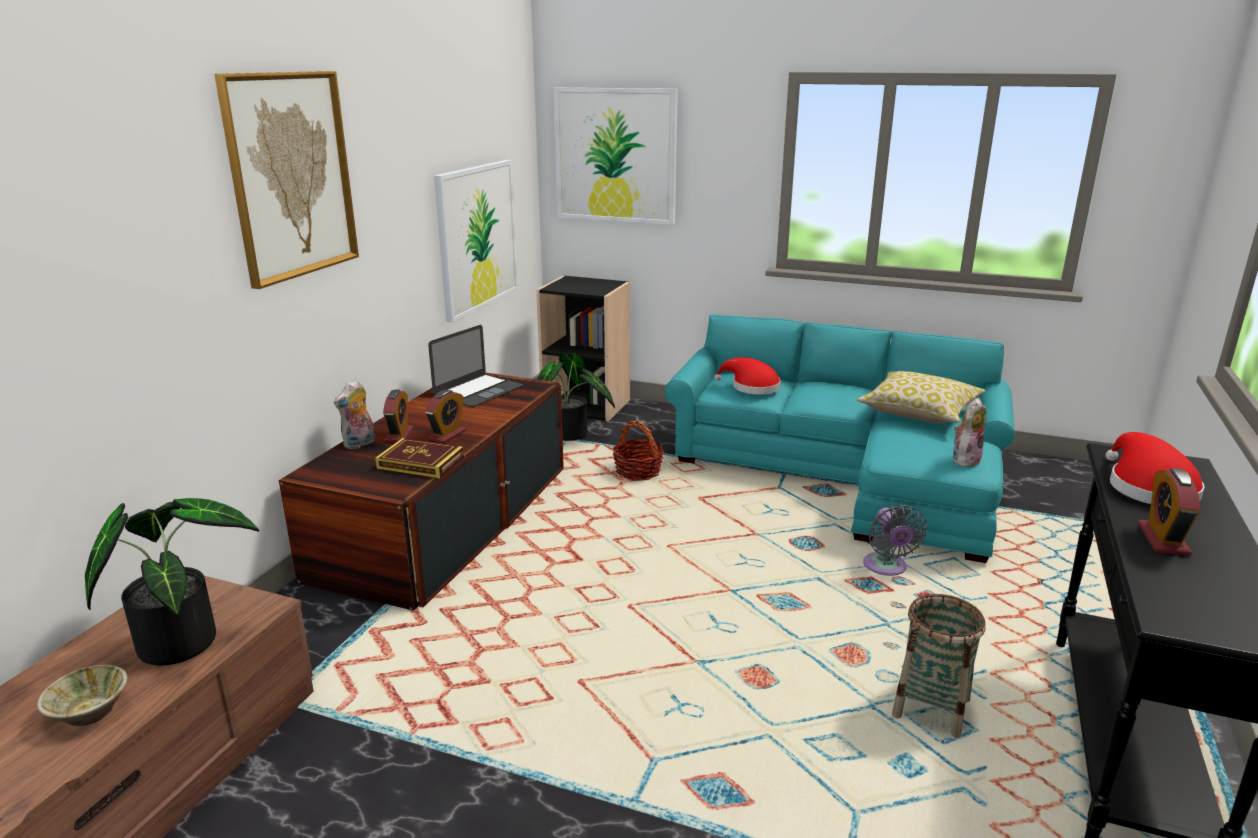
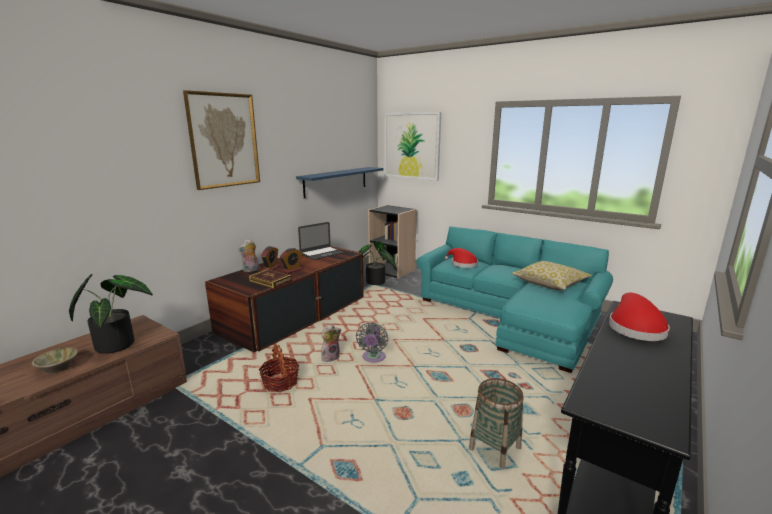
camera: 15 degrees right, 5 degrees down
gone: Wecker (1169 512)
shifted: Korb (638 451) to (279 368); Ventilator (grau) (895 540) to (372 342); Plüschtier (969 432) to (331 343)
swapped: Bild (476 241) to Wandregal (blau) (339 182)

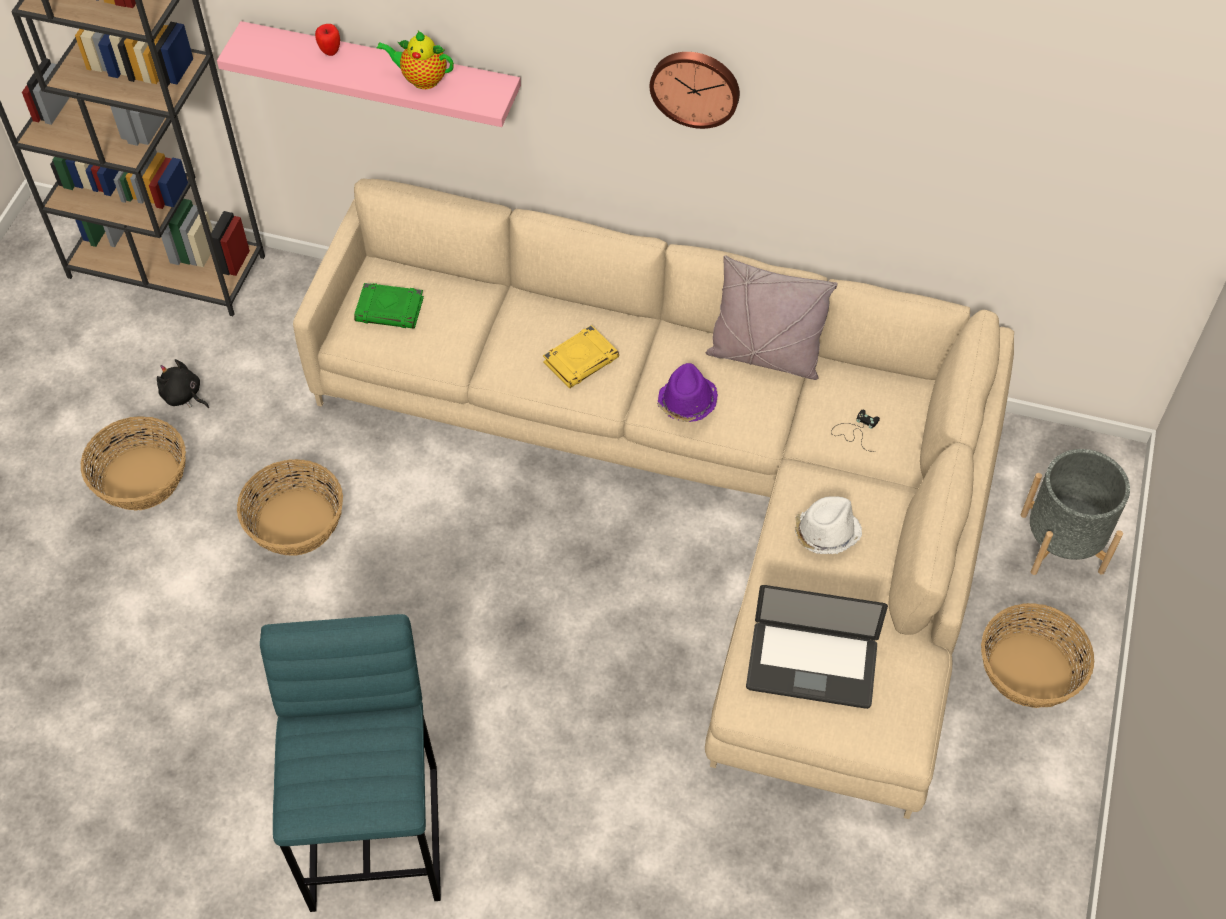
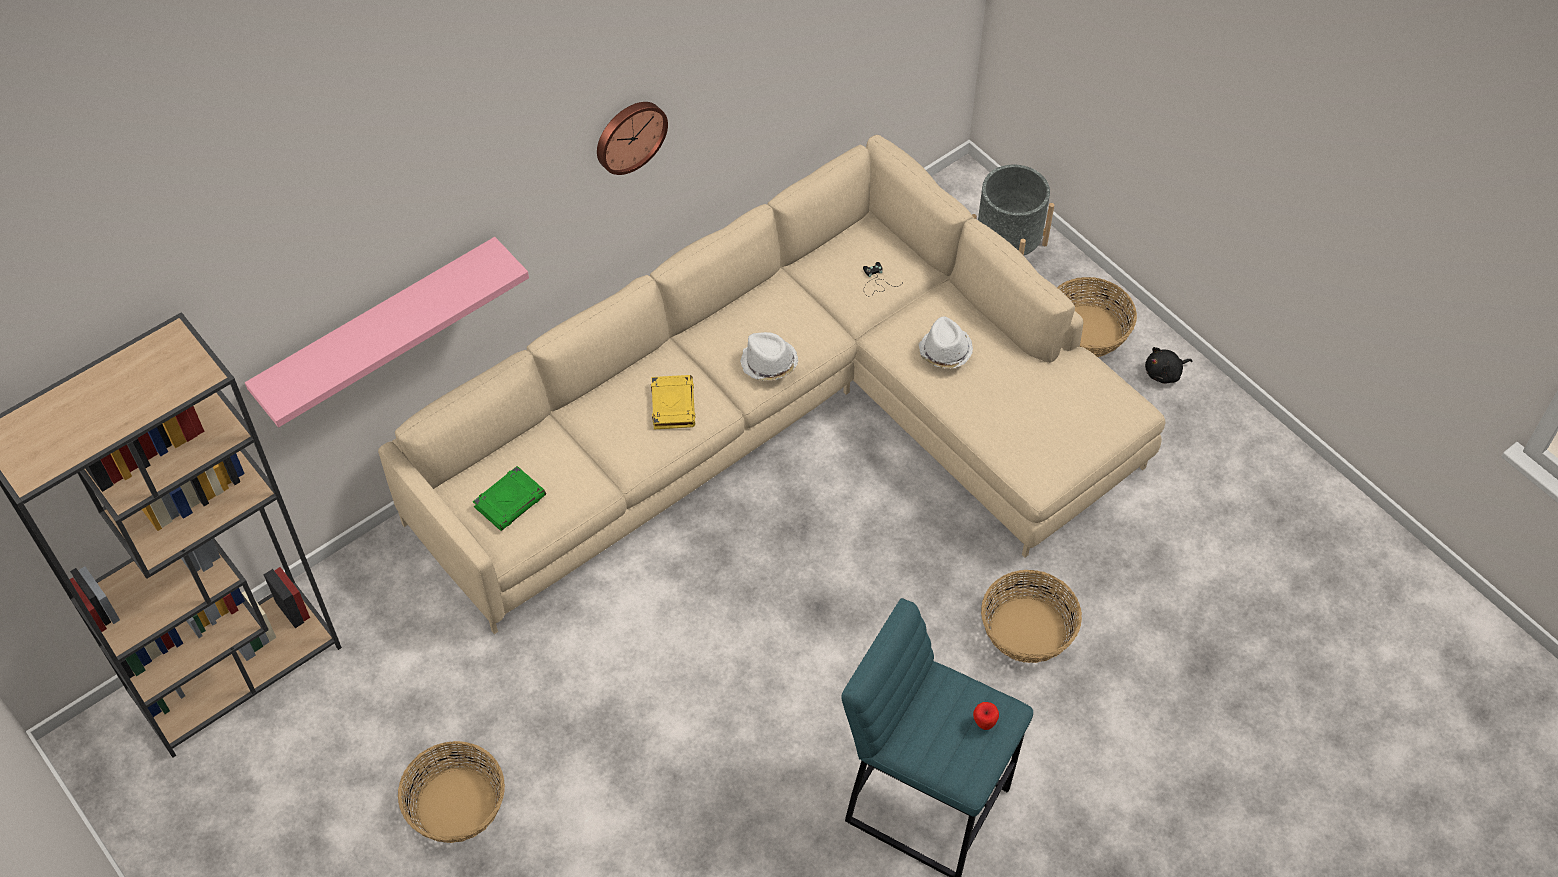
camera: 55 degrees left, 0 degrees up
gone: Teekanne (415 60); Kissen (lila) (772 317); Laptop (817 647)
shifted: Plüschtier (schwarz) (183 383) to (1168 365); Korb (290 507) to (1031 616); Apfel (327 40) to (986 716)
repainted: Hut (lila) (687 392) to Hut (weiß) (769 356)

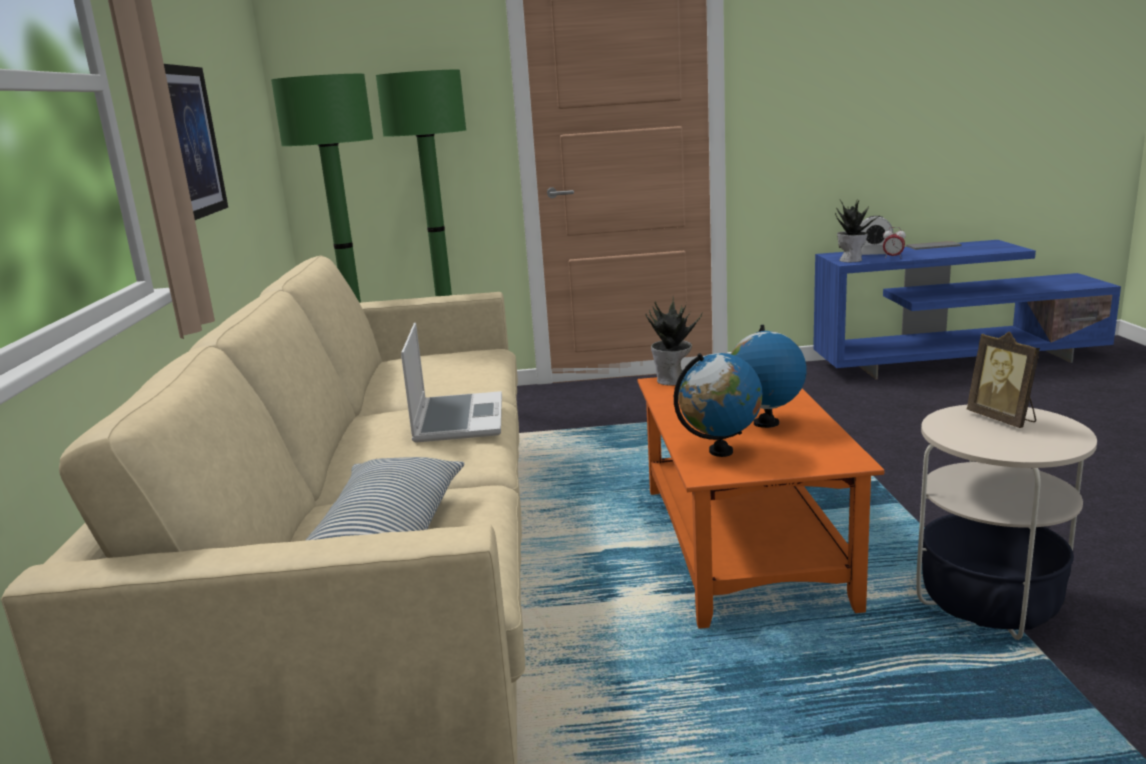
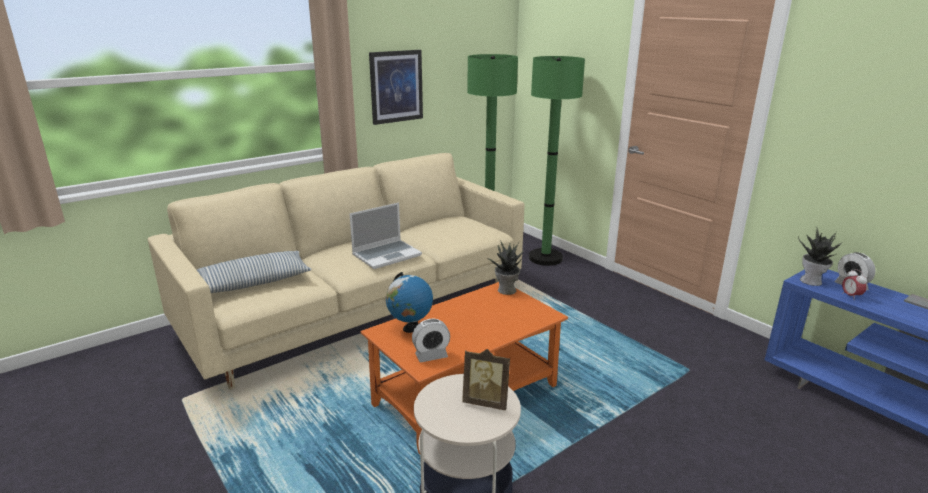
camera: 55 degrees right, 5 degrees up
gone: Globus (768 376)
new: Wecker (431 340)
rotated: Bilderrahmen (1003 379) = (486 379) 105 degrees counterclockwise

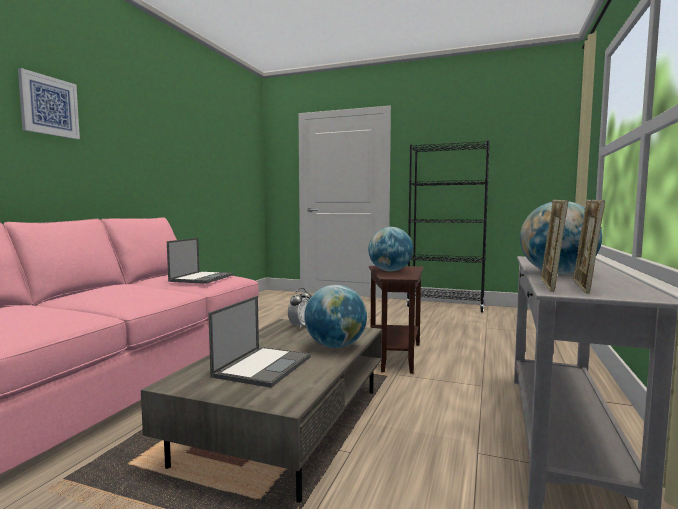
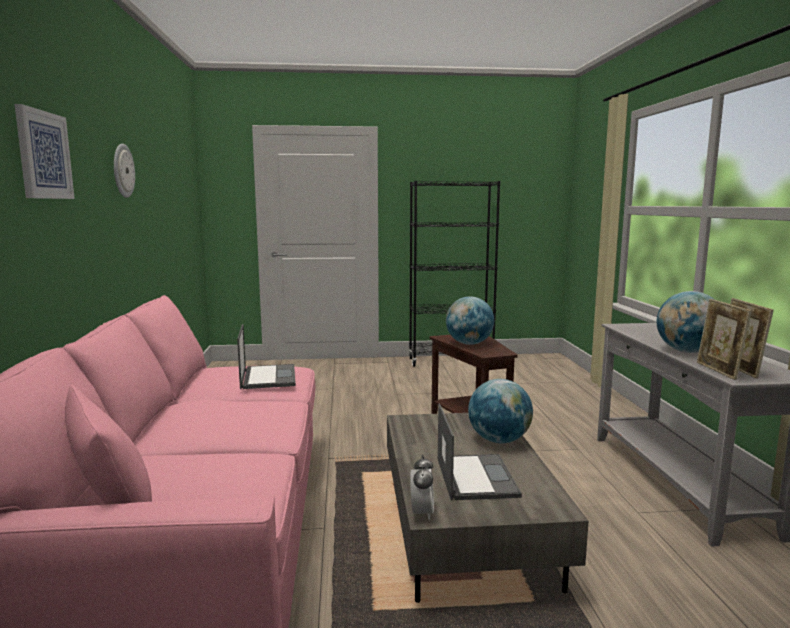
camera: 25 degrees left, 5 degrees up
new: Wanduhr (124 171)
shifted: Wecker (300 308) to (422 487)

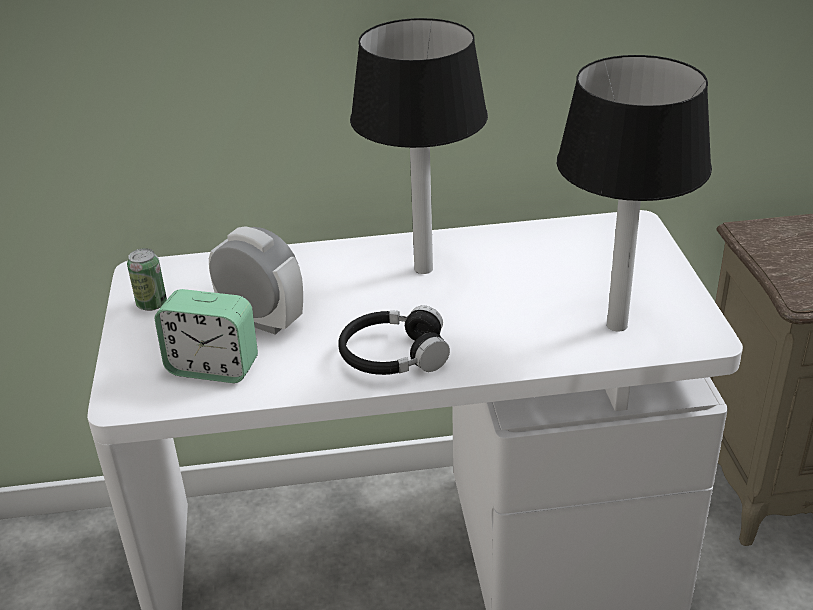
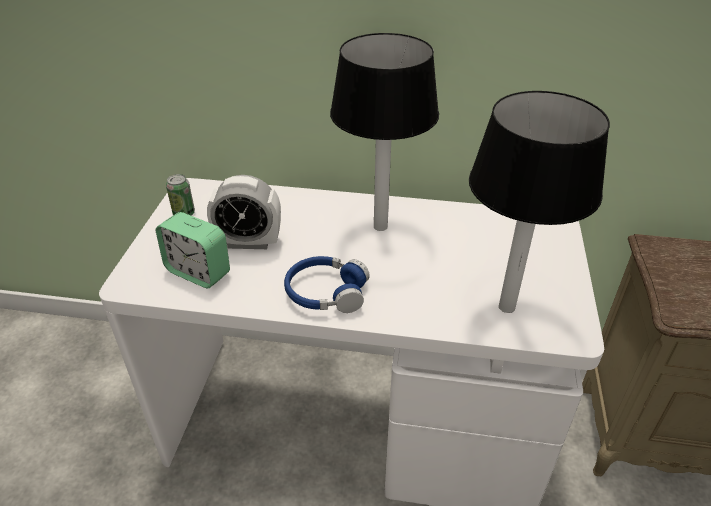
camera: 15 degrees right, 5 degrees up
repainted: Kopfhörer (schwarz) (394 340) to Kopfhörer (blau) (327 284)
rotated: Wecker (256 280) = (244 212) 135 degrees clockwise

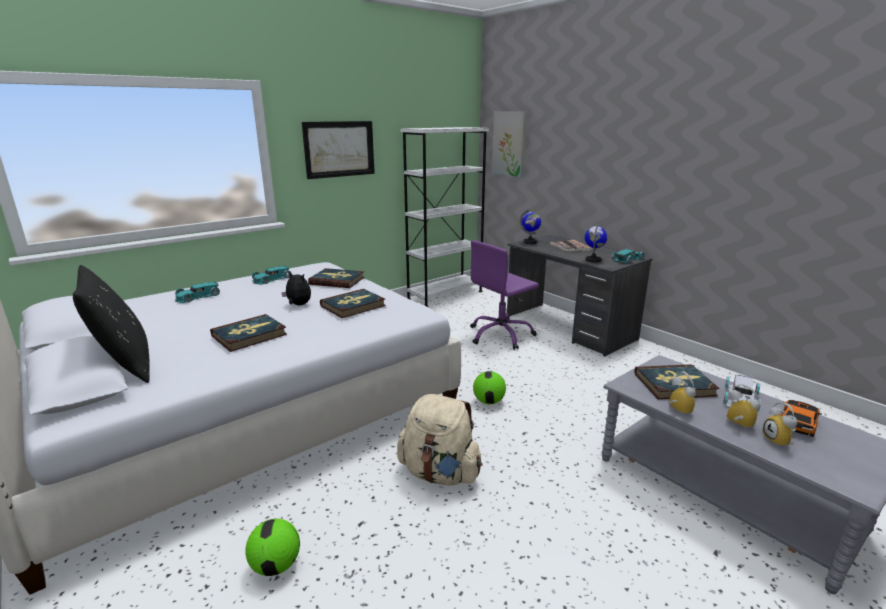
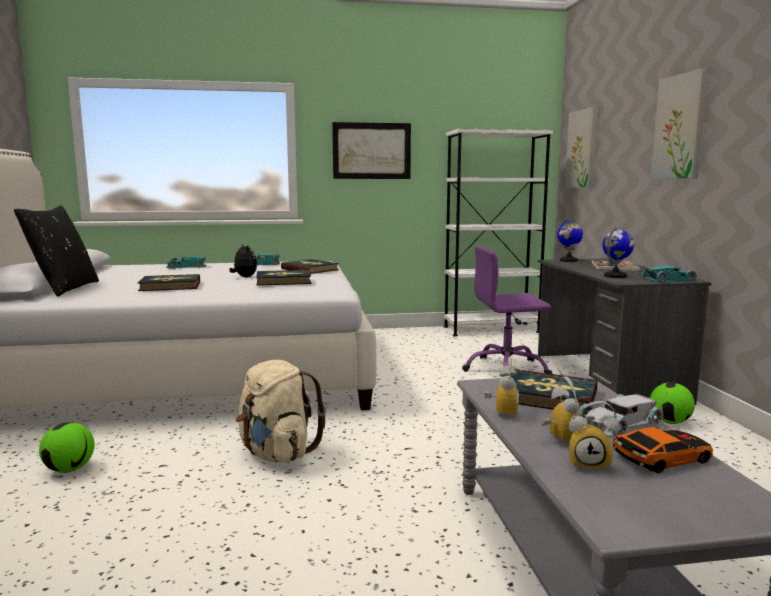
camera: 30 degrees right, 10 degrees down
new: Bild (680 123)
shifted: Fußball (489 387) to (672 403)
rotated: Wecker (779 424) = (594 436) 105 degrees counterclockwise

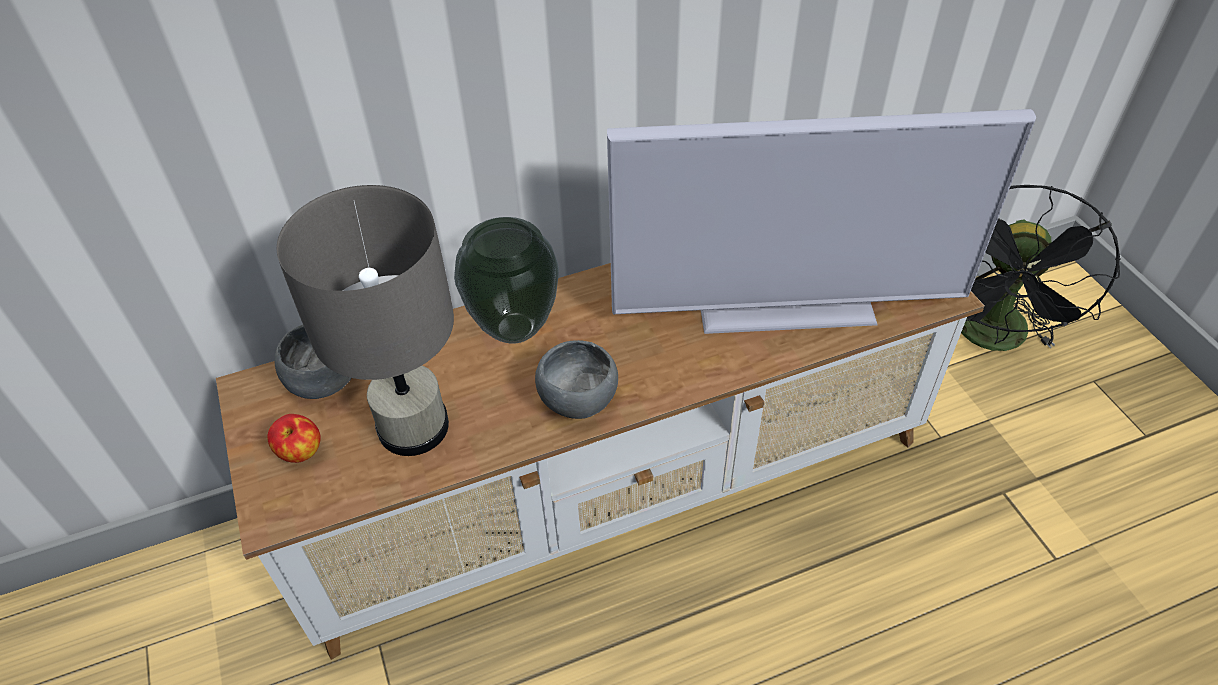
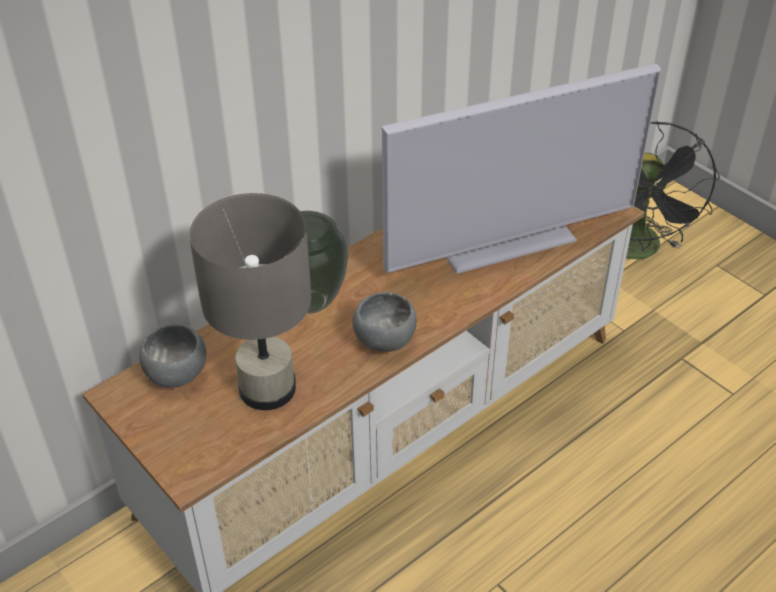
camera: 20 degrees left, 5 degrees down
gone: Apfel (294 438)

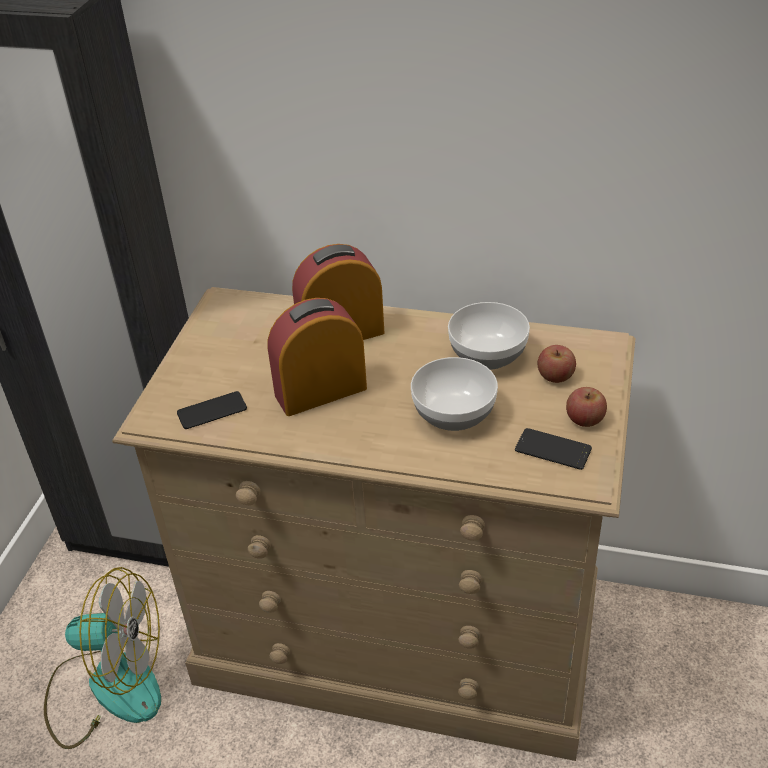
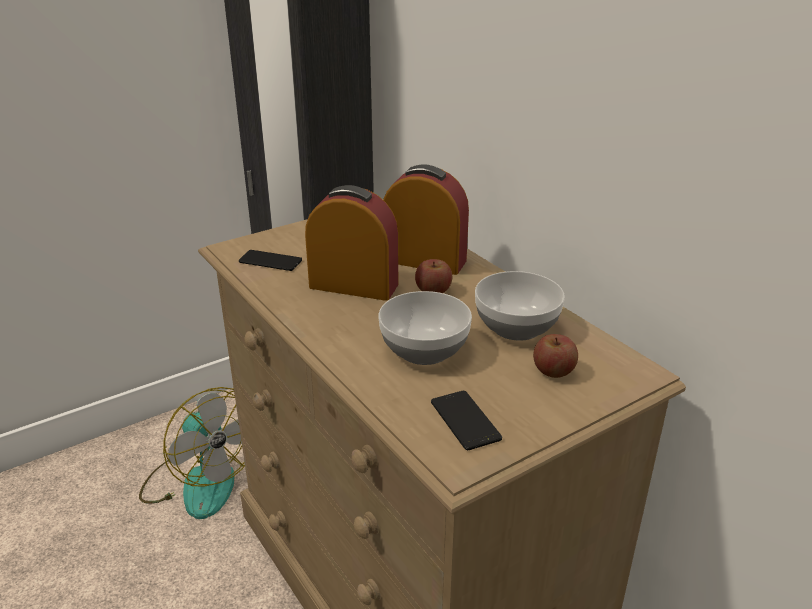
camera: 40 degrees right, 10 degrees down
shifted: Apfel (586 407) to (433 276)

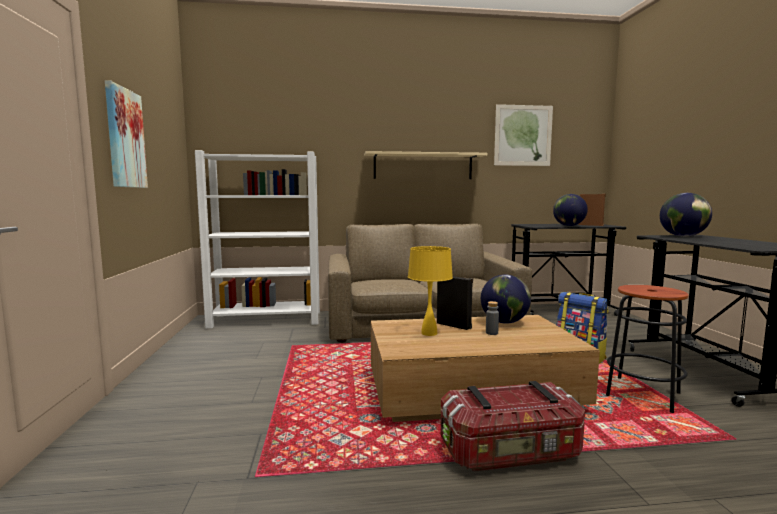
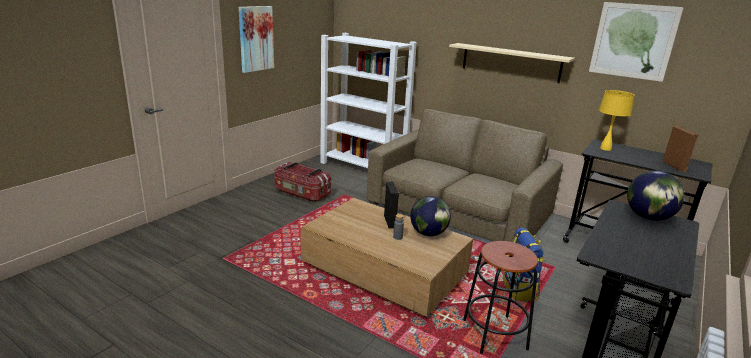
camera: 40 degrees right, 15 degrees up
gone: Globus (570 210)
shifted: Tischlampe (gelb) (430 291) to (617 120); Aufbewahrungsbox (513 426) to (302 182)

